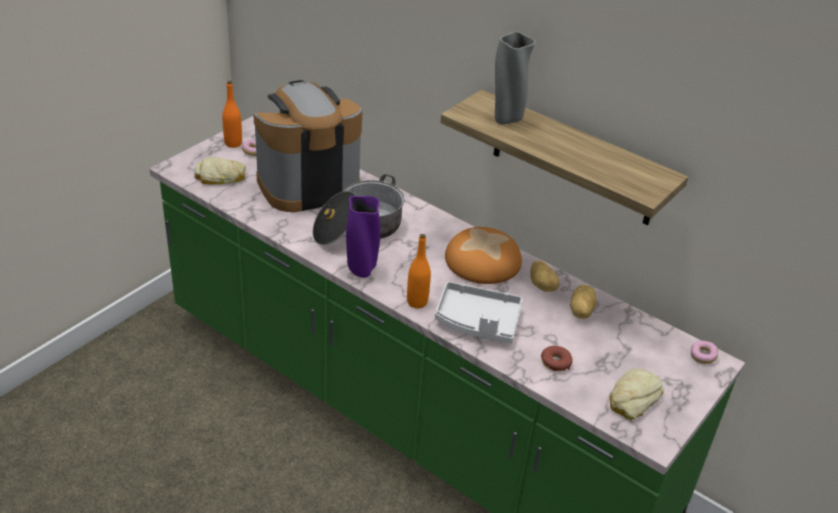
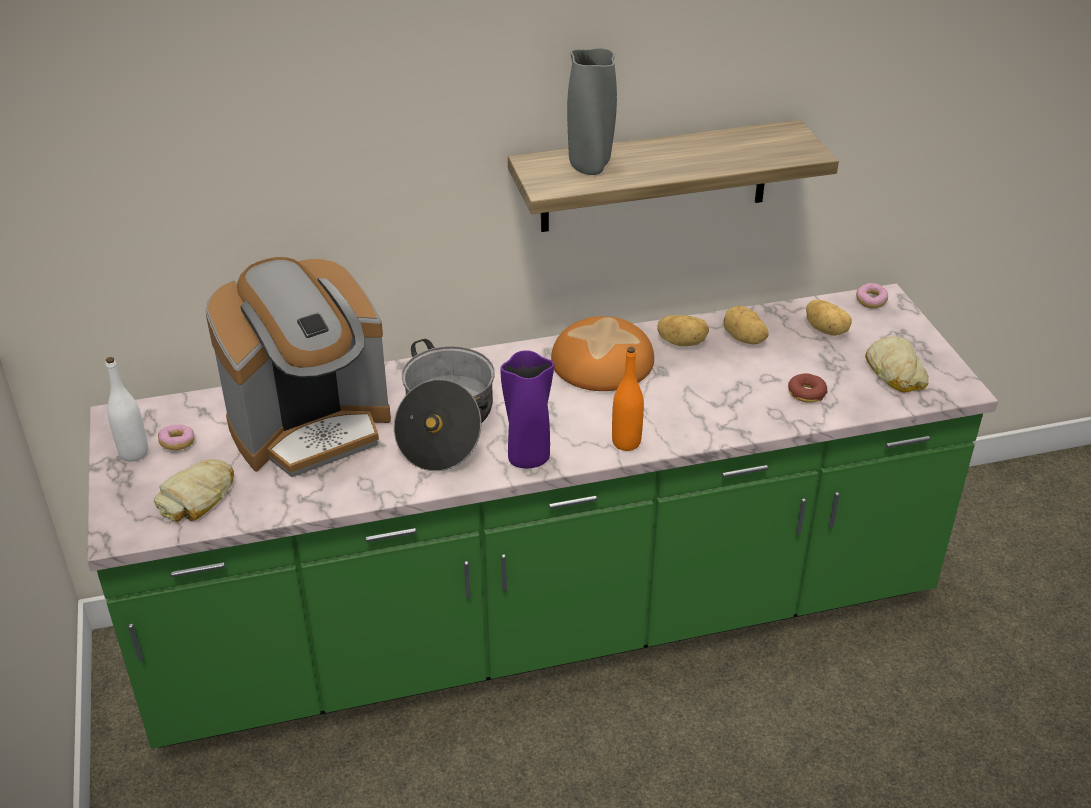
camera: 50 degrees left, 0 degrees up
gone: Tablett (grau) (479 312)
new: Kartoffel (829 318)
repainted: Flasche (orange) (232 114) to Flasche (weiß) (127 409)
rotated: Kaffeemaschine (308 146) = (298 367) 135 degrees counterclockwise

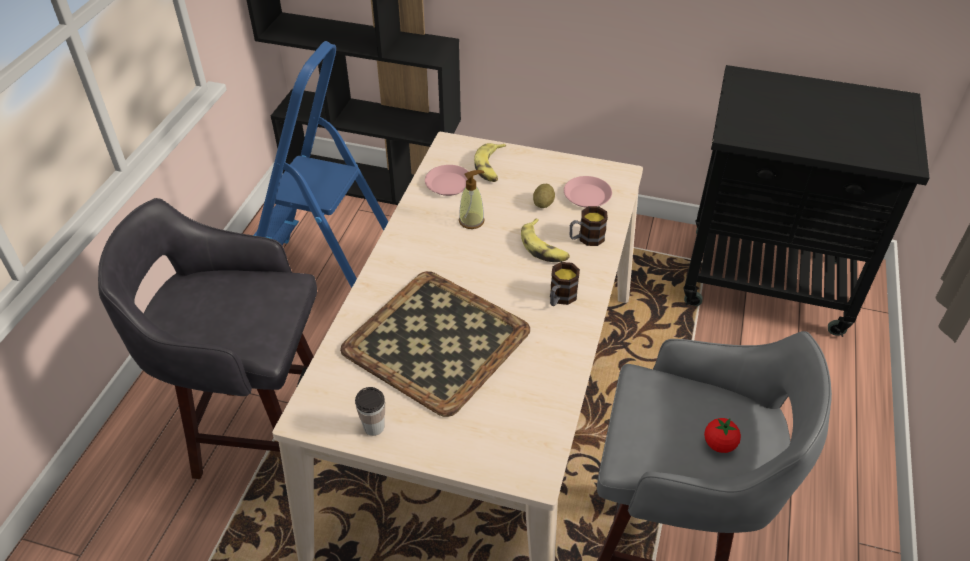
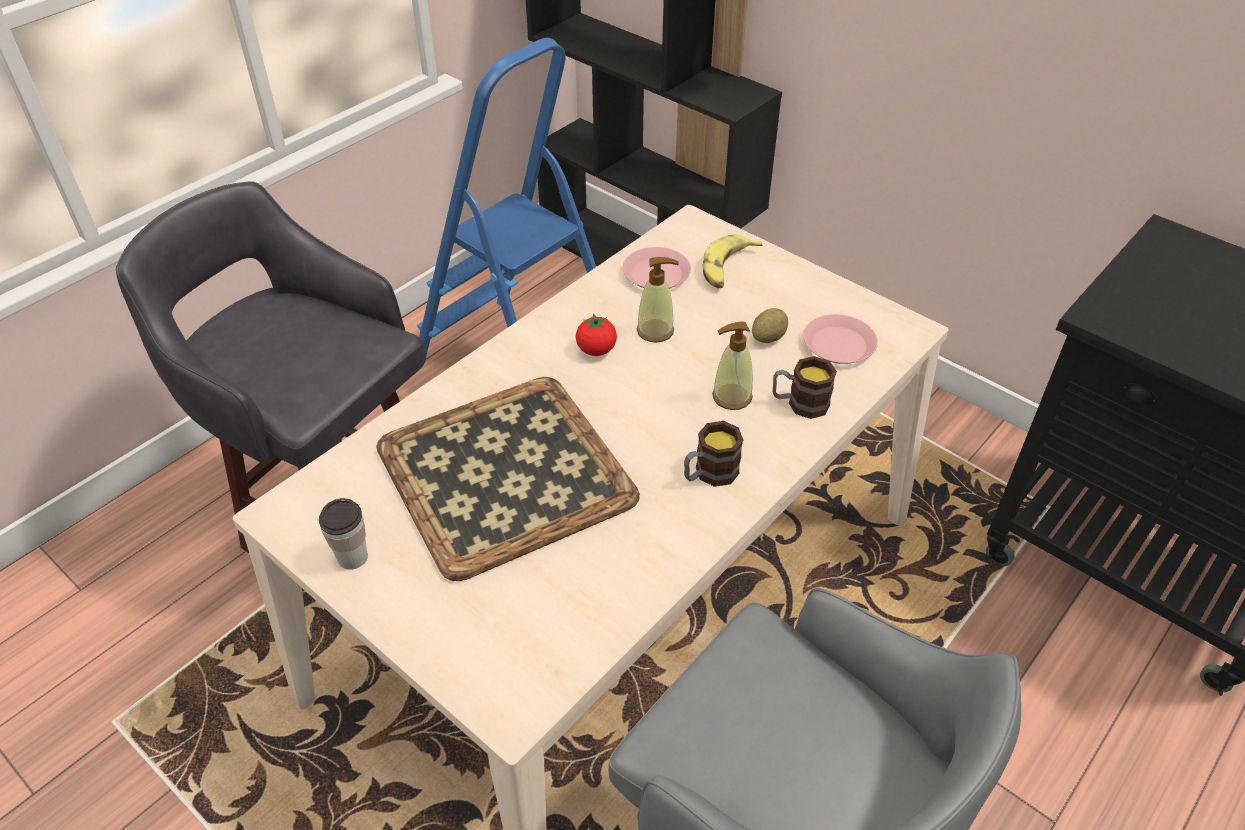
camera: 25 degrees right, 0 degrees up
shifted: Tomate (722 435) to (596 334)
swapped: Banane (545 240) to Seifenspender (732 366)

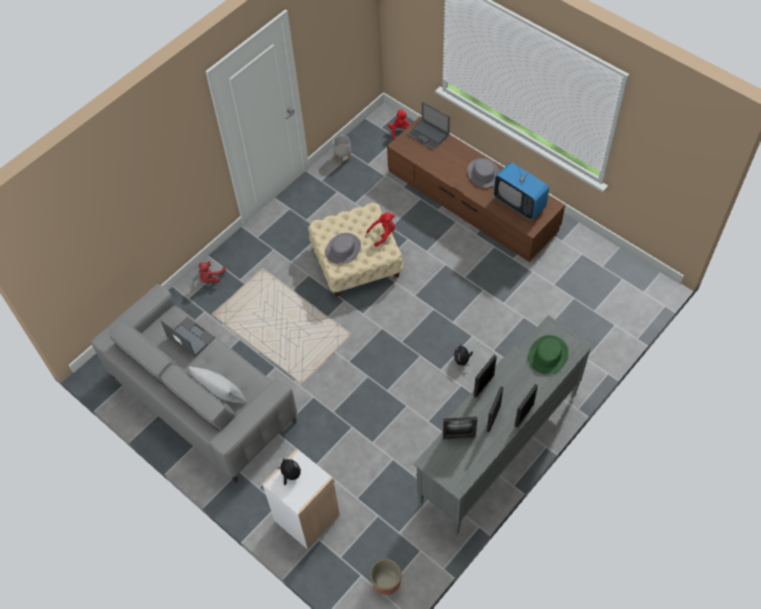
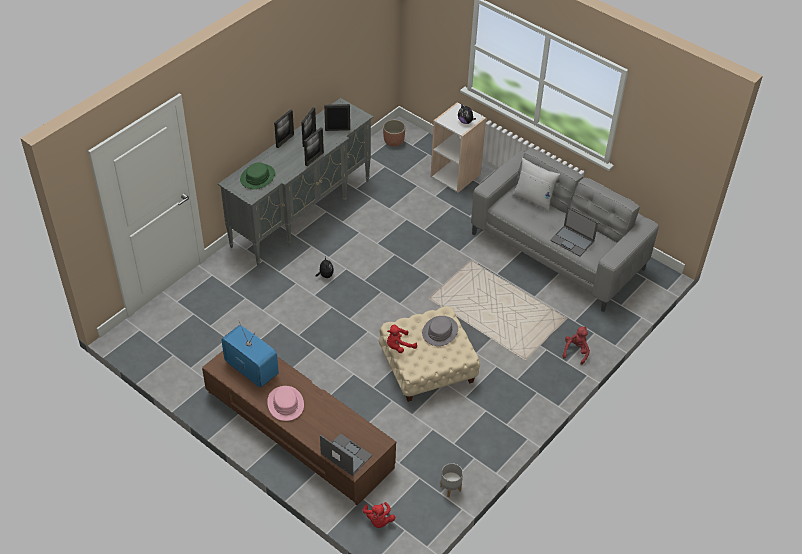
camera: 175 degrees right, 10 degrees down
repainted: Hut (grau) (483 173) to Hut (rosa) (285 403)

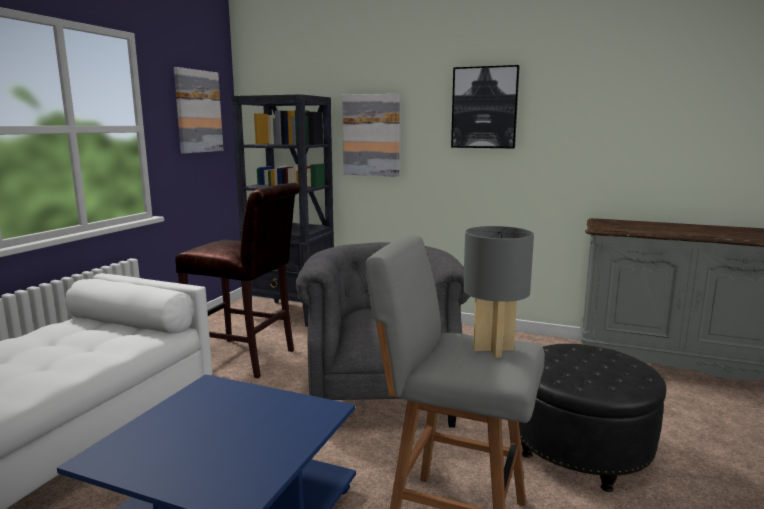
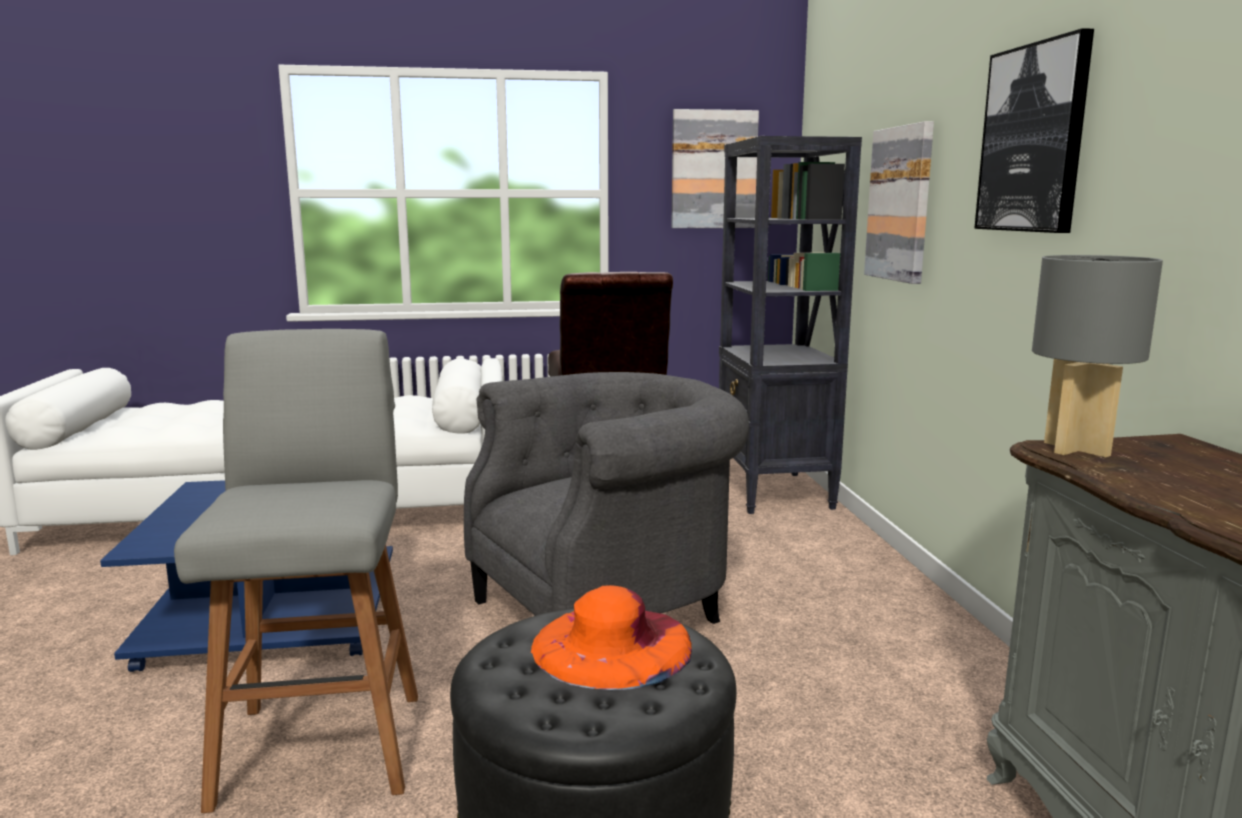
camera: 60 degrees right, 0 degrees up
new: Hut (orange) (611 637)
shifted: Tischlampe (grau) (498 292) to (1097 356)

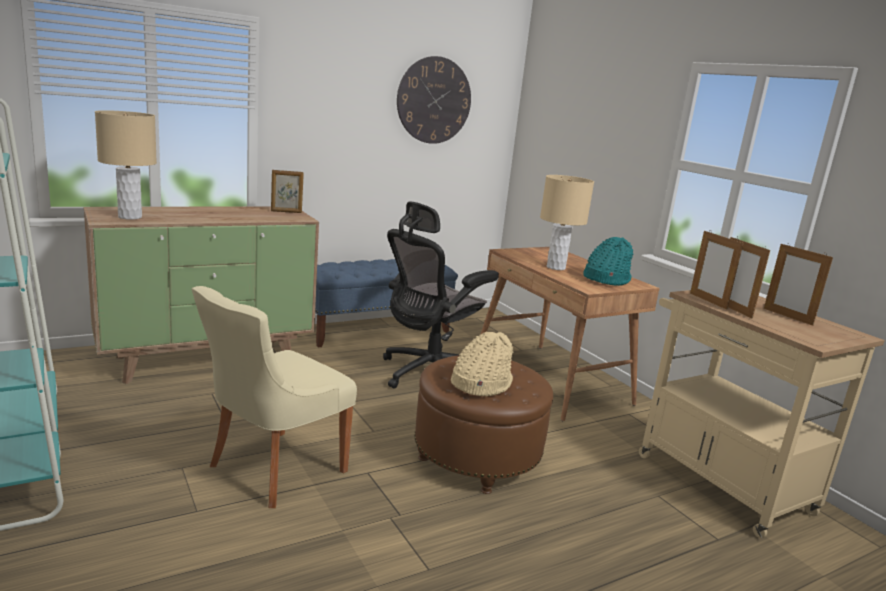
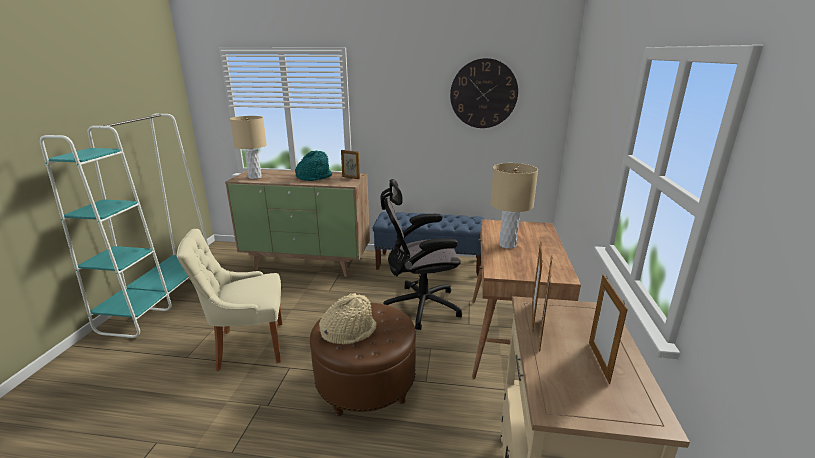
camera: 40 degrees right, 5 degrees up
shifted: Hut (türkis) (608 261) to (313 165)

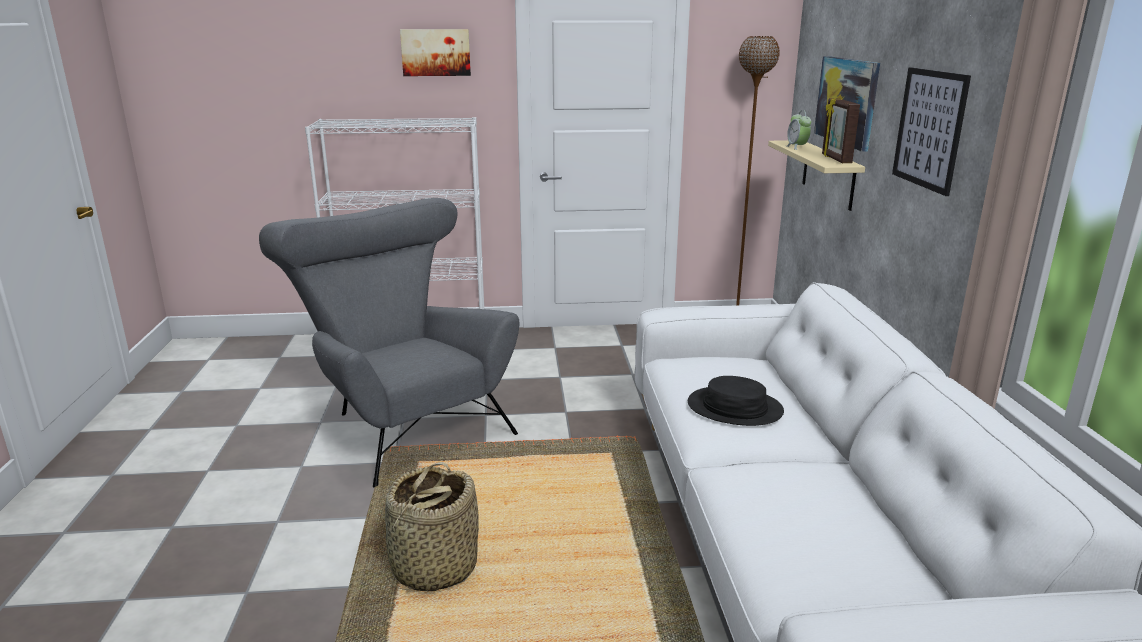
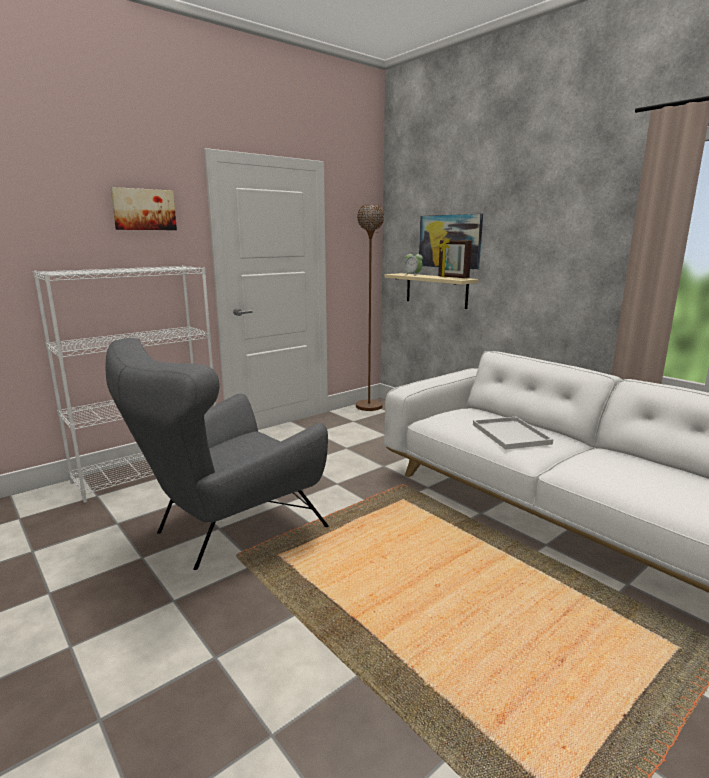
camera: 35 degrees left, 5 degrees down
gone: Korb (431 526); Bild (931 131)
swapped: Hut (schwarz) (736 401) to Tablett (weiß) (513 433)
rotated: Sessel (grau) (389 342) = (217 454) 60 degrees counterclockwise

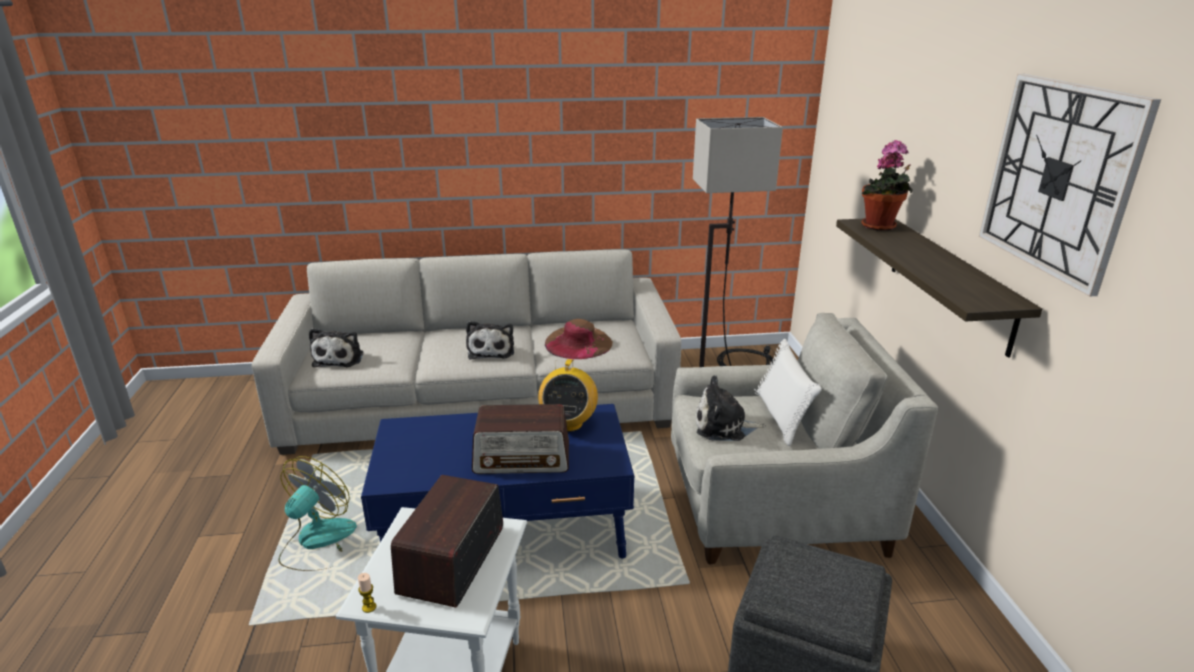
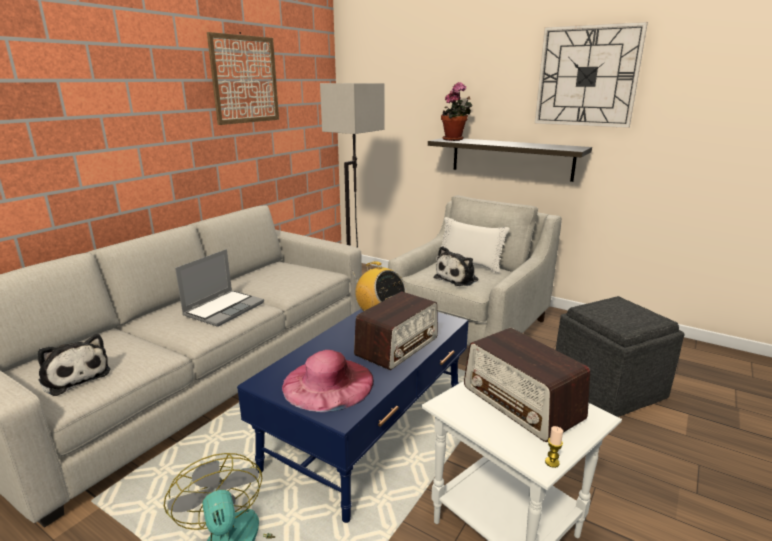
camera: 50 degrees left, 5 degrees down
gone: Hut (braun) (578 339)
new: Bild (243 78); Hut (rosa) (328 381)
swapped: Plüschtier (490 340) to Laptop (219 288)

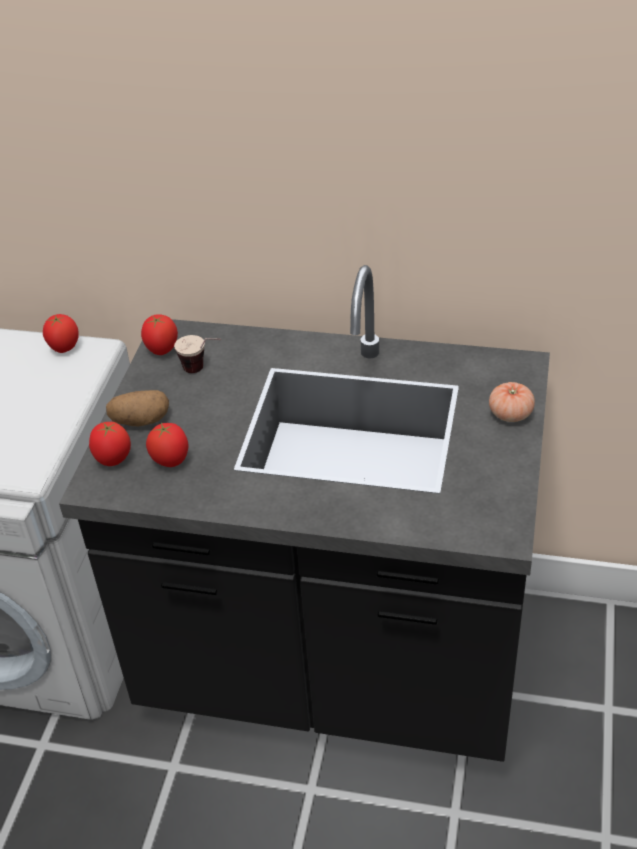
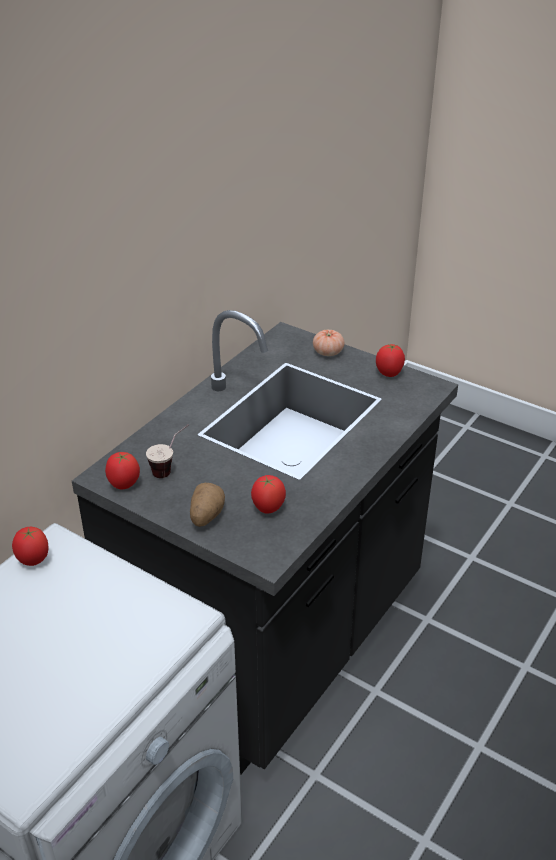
camera: 70 degrees left, 5 degrees down
shifted: Tomate (110 444) to (390 360)

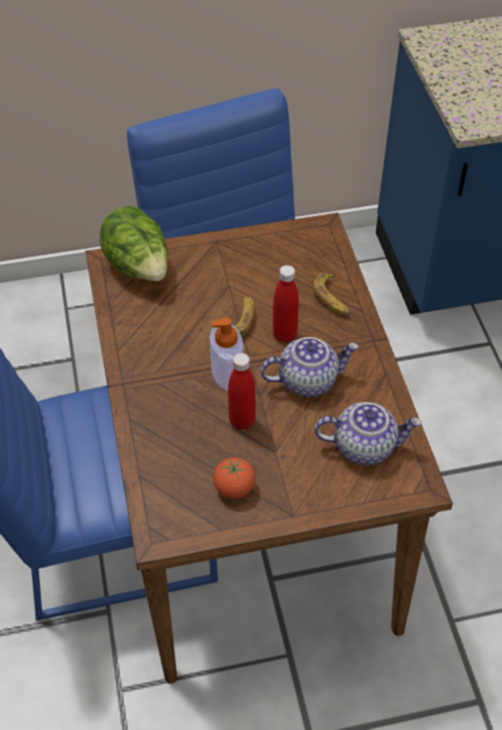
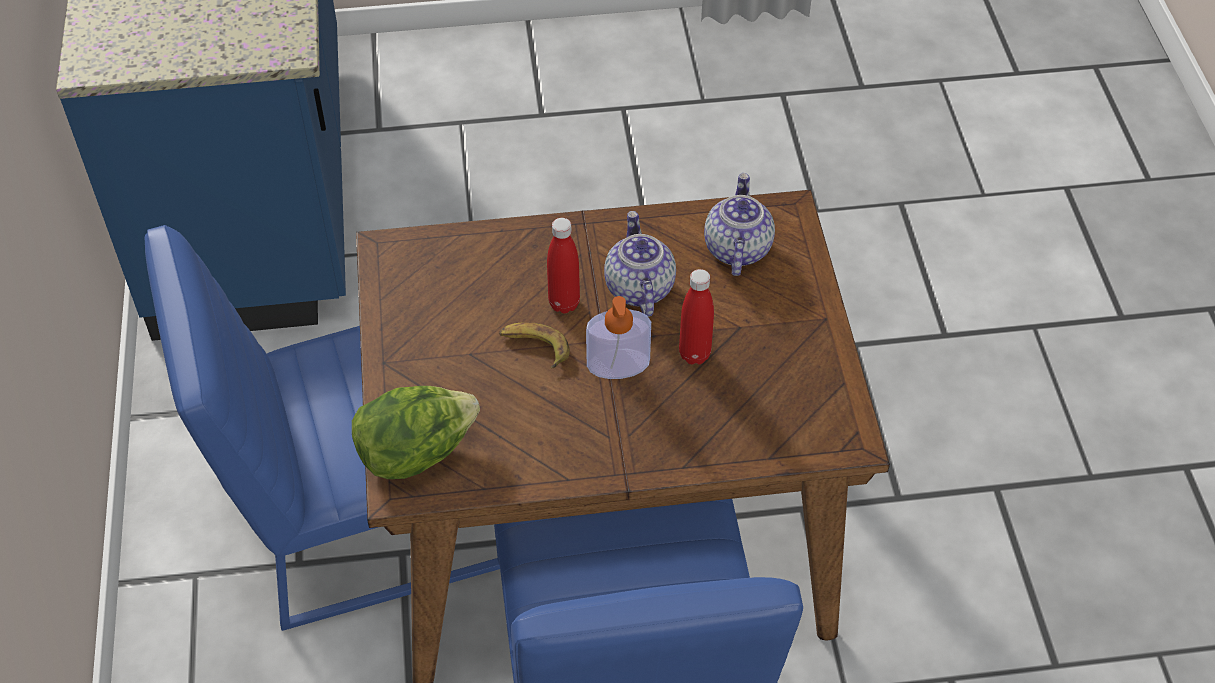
camera: 85 degrees left, 0 degrees up
gone: Tomate (234 478); Banane (330 294)

